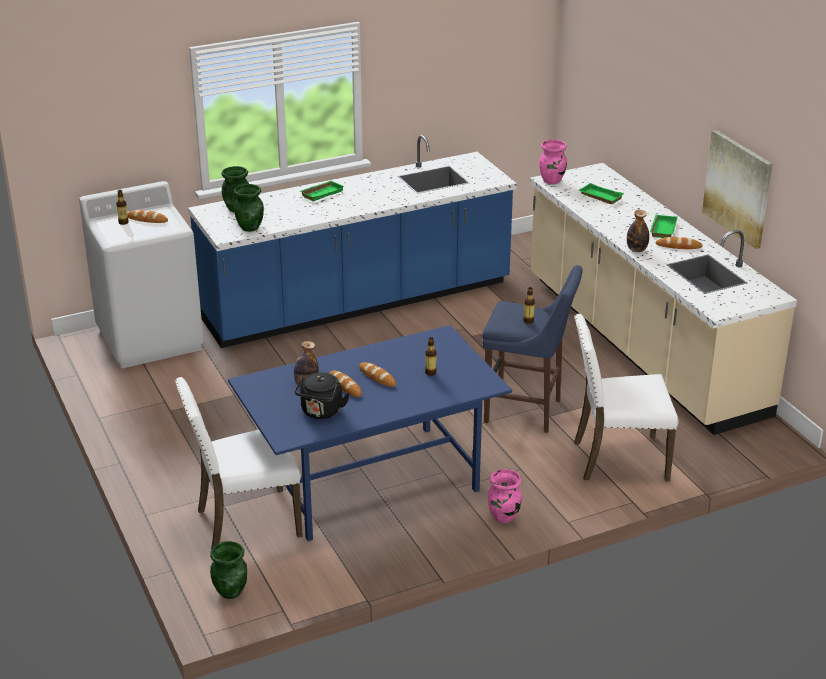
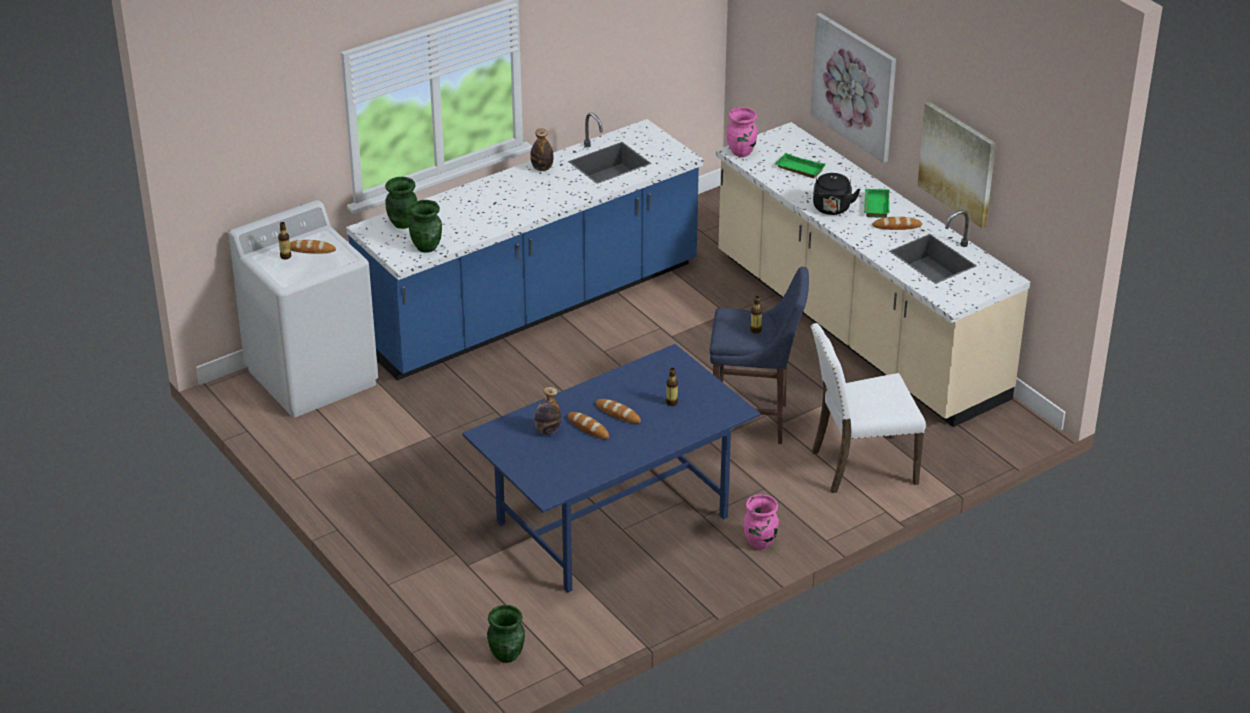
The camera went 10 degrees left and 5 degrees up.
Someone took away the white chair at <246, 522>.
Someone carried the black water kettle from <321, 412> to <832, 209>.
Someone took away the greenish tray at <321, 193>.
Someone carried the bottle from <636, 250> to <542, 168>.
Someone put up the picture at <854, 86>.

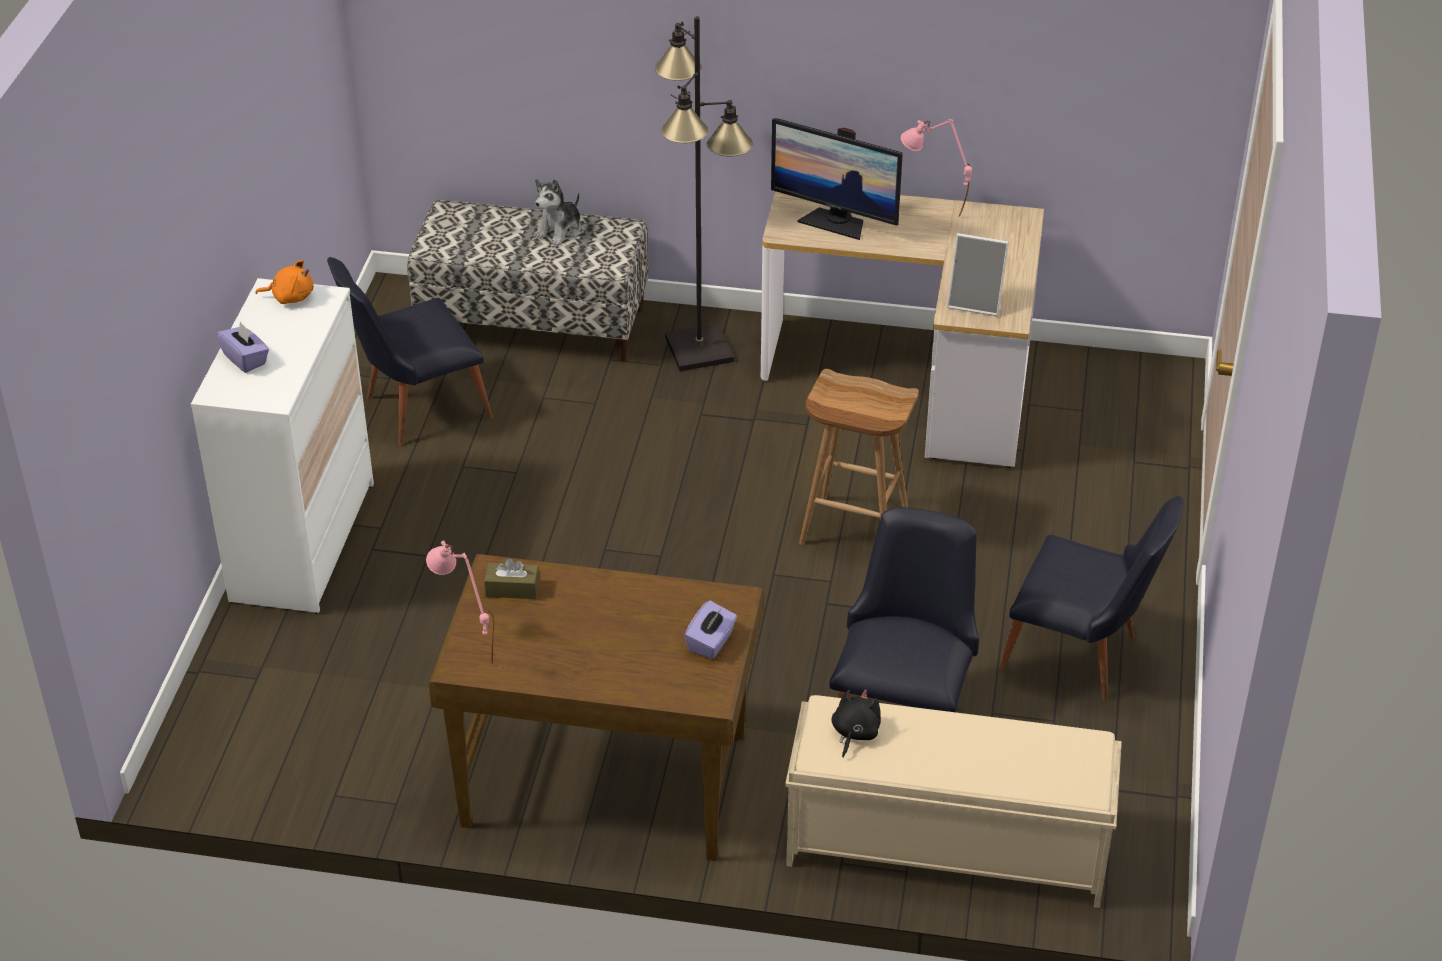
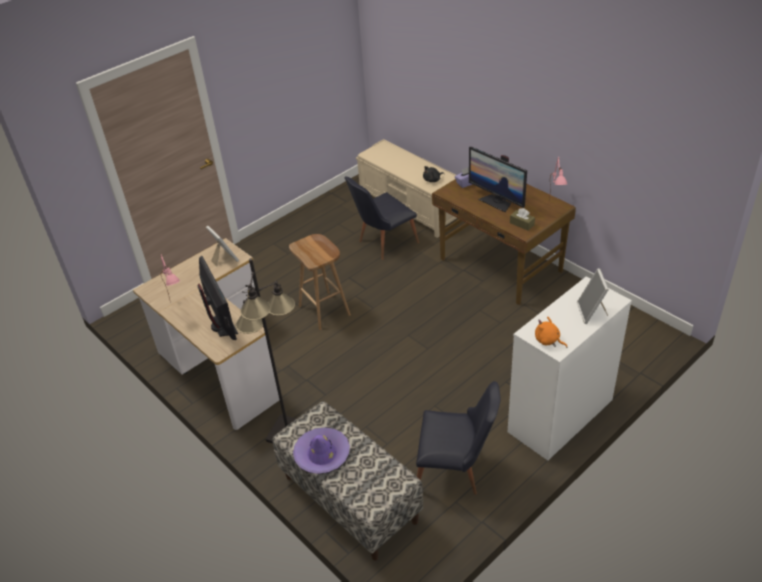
The camera went 140 degrees left and 0 degrees up.
Someone swapped the purple-coloured tissue holder at <245, 359> for the photo frame at <592, 313>.
Someone swapped the plush toy at <559, 230> for the purple-coloured hat at <322, 454>.
Someone took away the black chair at <1081, 657>.
Someone put down the monitor at <497, 202>.

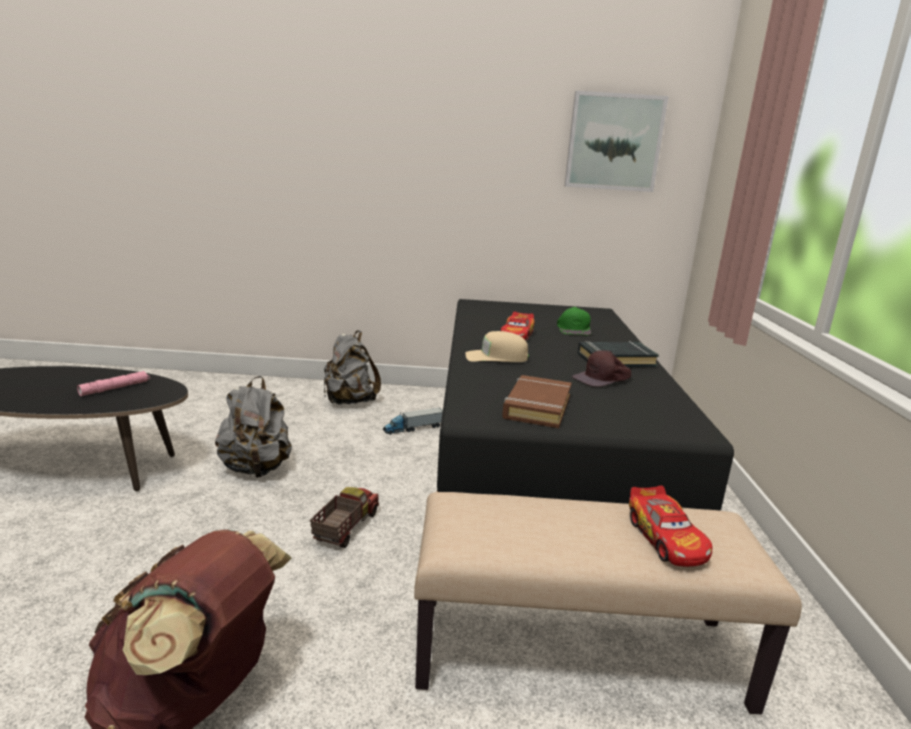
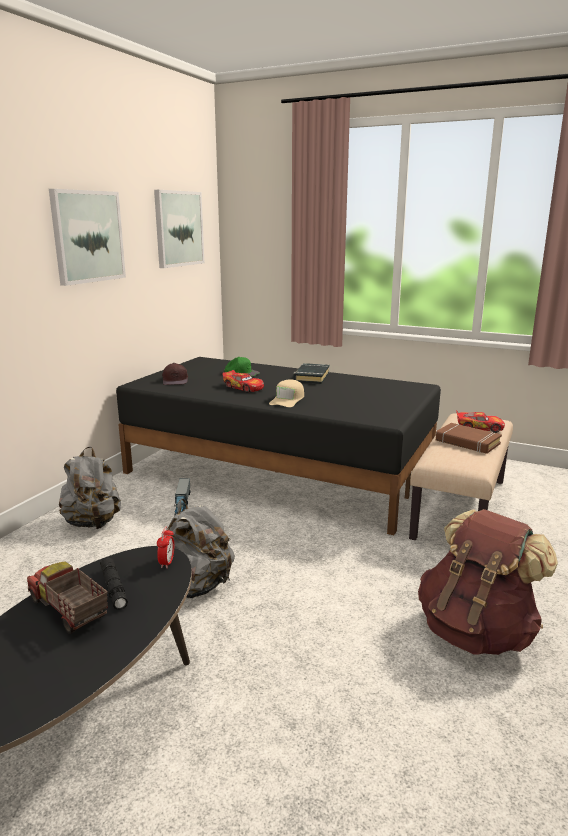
The camera went 65 degrees left and 0 degrees up.
Someone repainted the pink-coloured hand torch at <115, 388>, which became the black hand torch at <113, 588>.
Someone carried the model truck from <345, 528> to <68, 610>.
Someone carried the brown book from <537, 407> to <467, 442>.
Someone carried the brown peaked cap from <602, 379> to <176, 380>.
Someone put up the picture at <87, 236>.
Someone put down the alarm clock at <167, 562>.

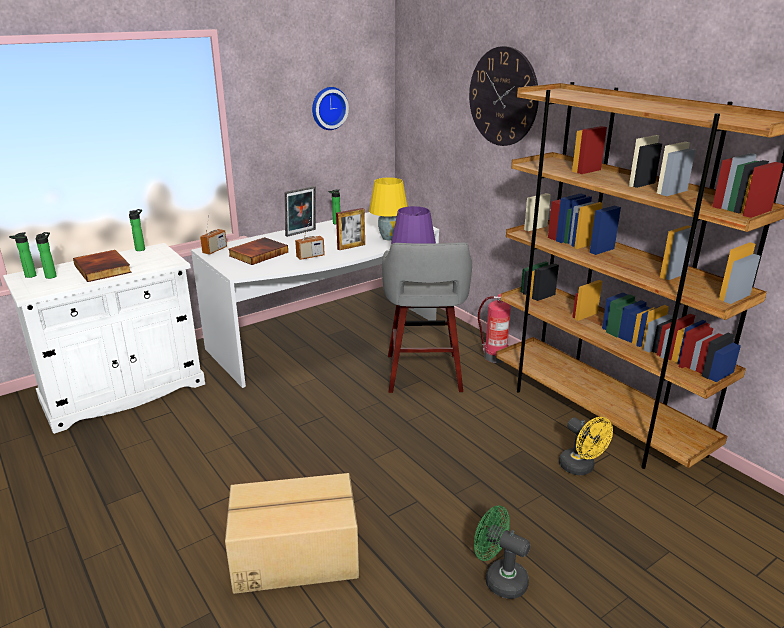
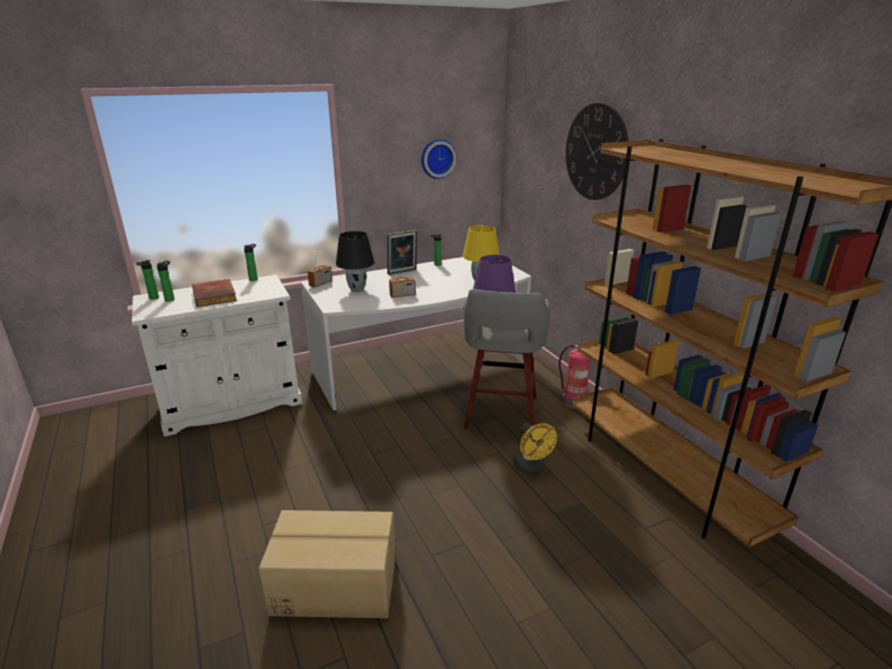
The camera went 10 degrees right and 0 degrees up.
Someone swapped the book at <258, 253> for the black lamp for a table at <357, 289>.
Someone took away the photo frame at <351, 247>.
Someone took away the greenish electric fan at <499, 579>.
Someone carried the yellow-coloured electric fan from <581, 468> to <531, 468>.

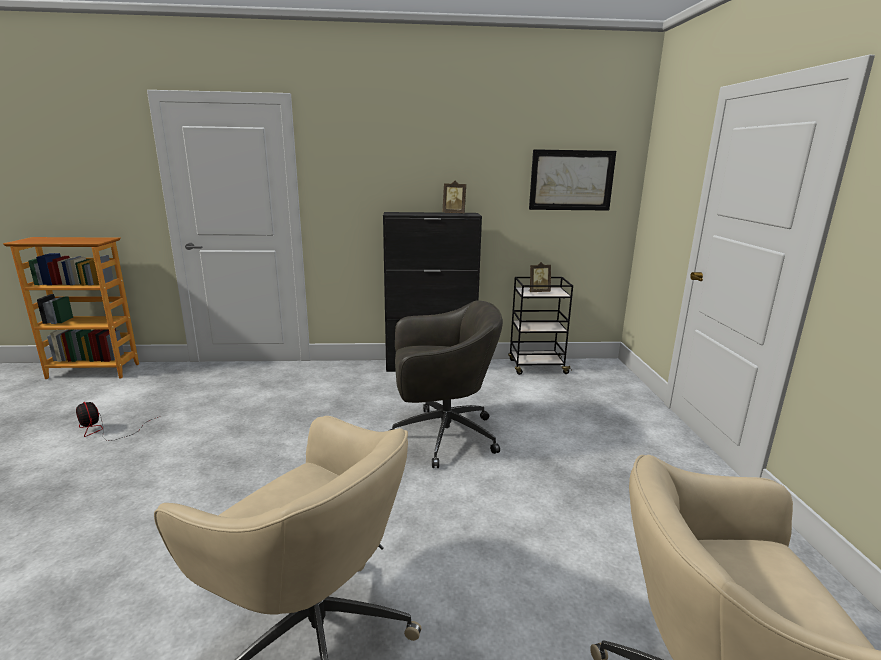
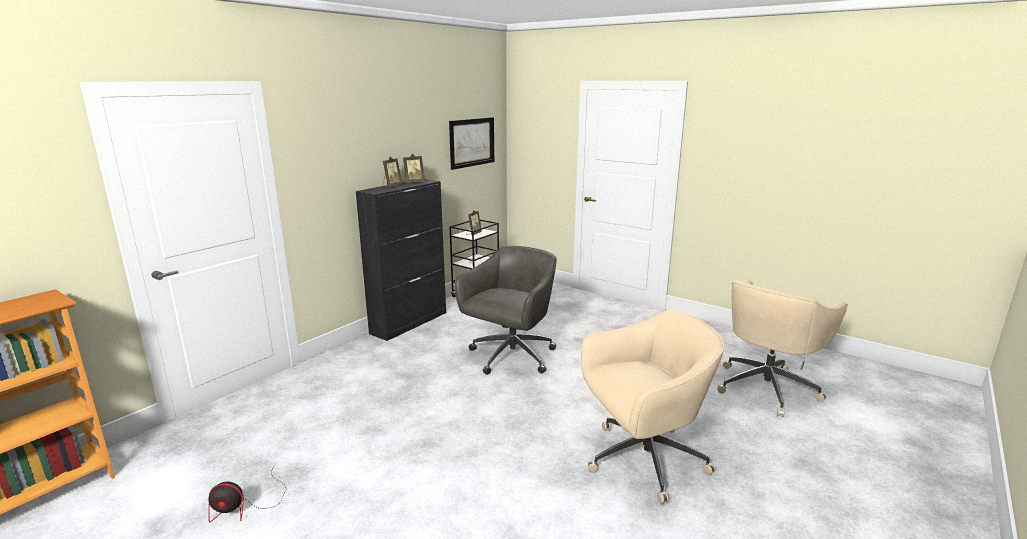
The camera went 50 degrees left and 0 degrees up.
Someone put down the photo frame at <391, 186>.

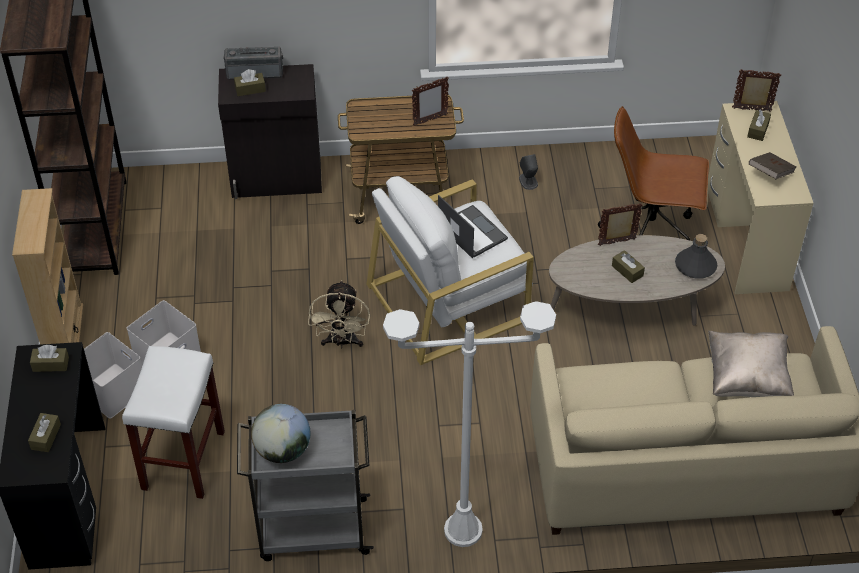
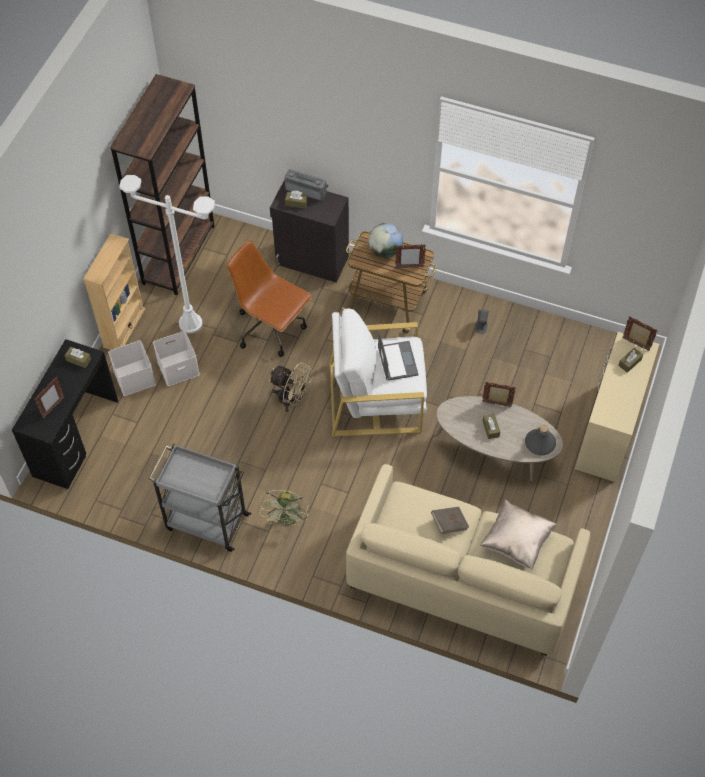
The camera went 25 degrees right and 10 degrees up.
Someone swapped the brown tissue holder at <46, 437> for the photo frame at <53, 408>.
Someone took away the white sitting stool at <183, 461>.
Someone carried the globe from <283, 450> to <385, 251>.
Someone rotated the sand-coloured electric fan at <342, 342> by 90 degrees counterclockwise.
Someone carried the white standing lamp from <463, 530> to <190, 323>.
Someone carried the brown computer chair from <650, 231> to <271, 329>.
Someone carried the brown book from <770, 173> to <449, 523>.
Someone put down the greenish electric fan at <287, 520>.

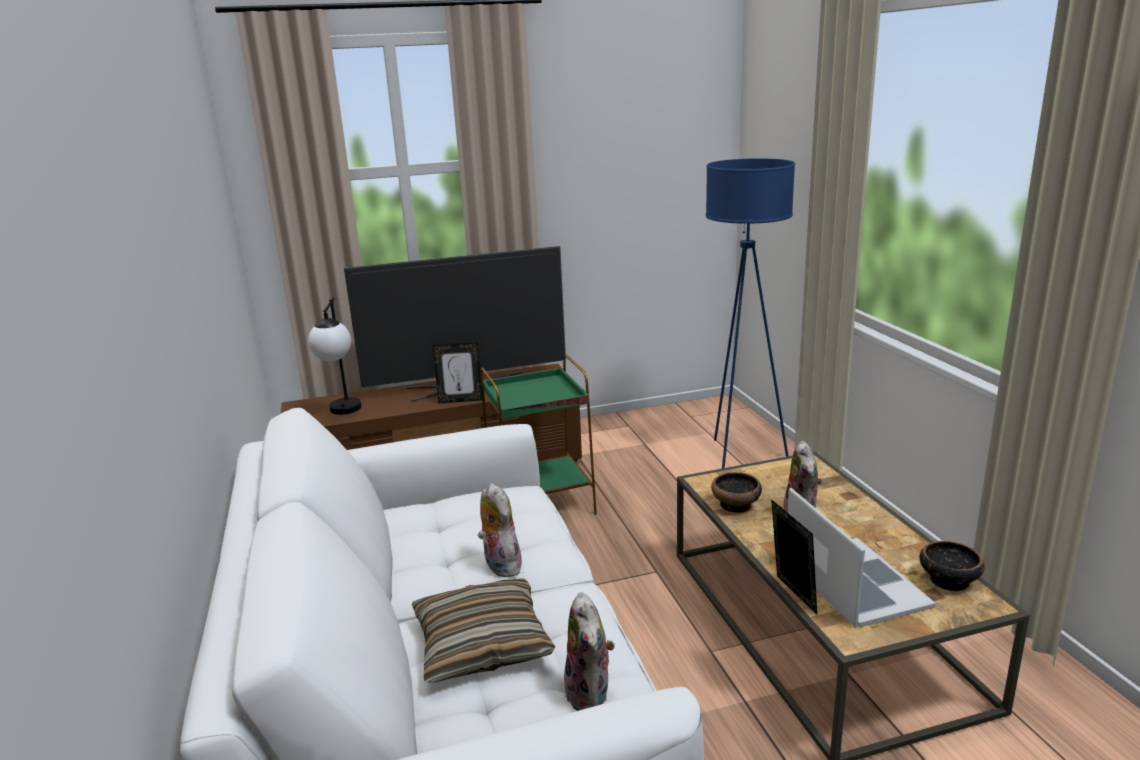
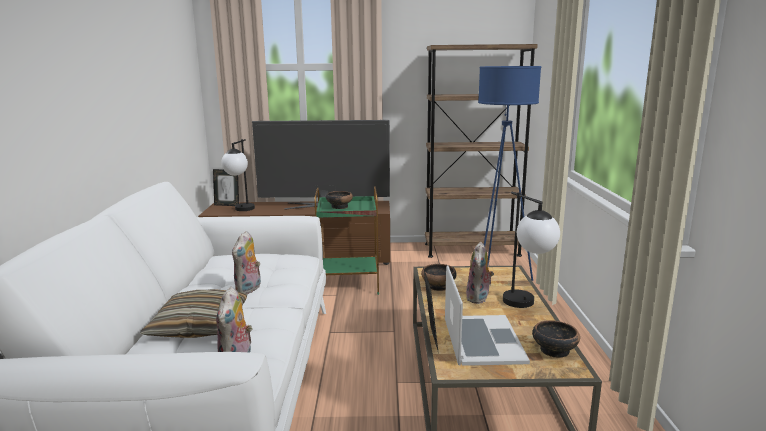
The camera went 15 degrees right and 5 degrees down.
Someone carried the photo frame from <460, 400> to <227, 205>.
Someone rotated the plush toy at <499, 565> by 150 degrees counterclockwise.
Someone put down the serving bowl at <339, 206>.
Someone put down the brown shelving unit at <471, 249>.
Someone put down the lamp for a table at <526, 306>.

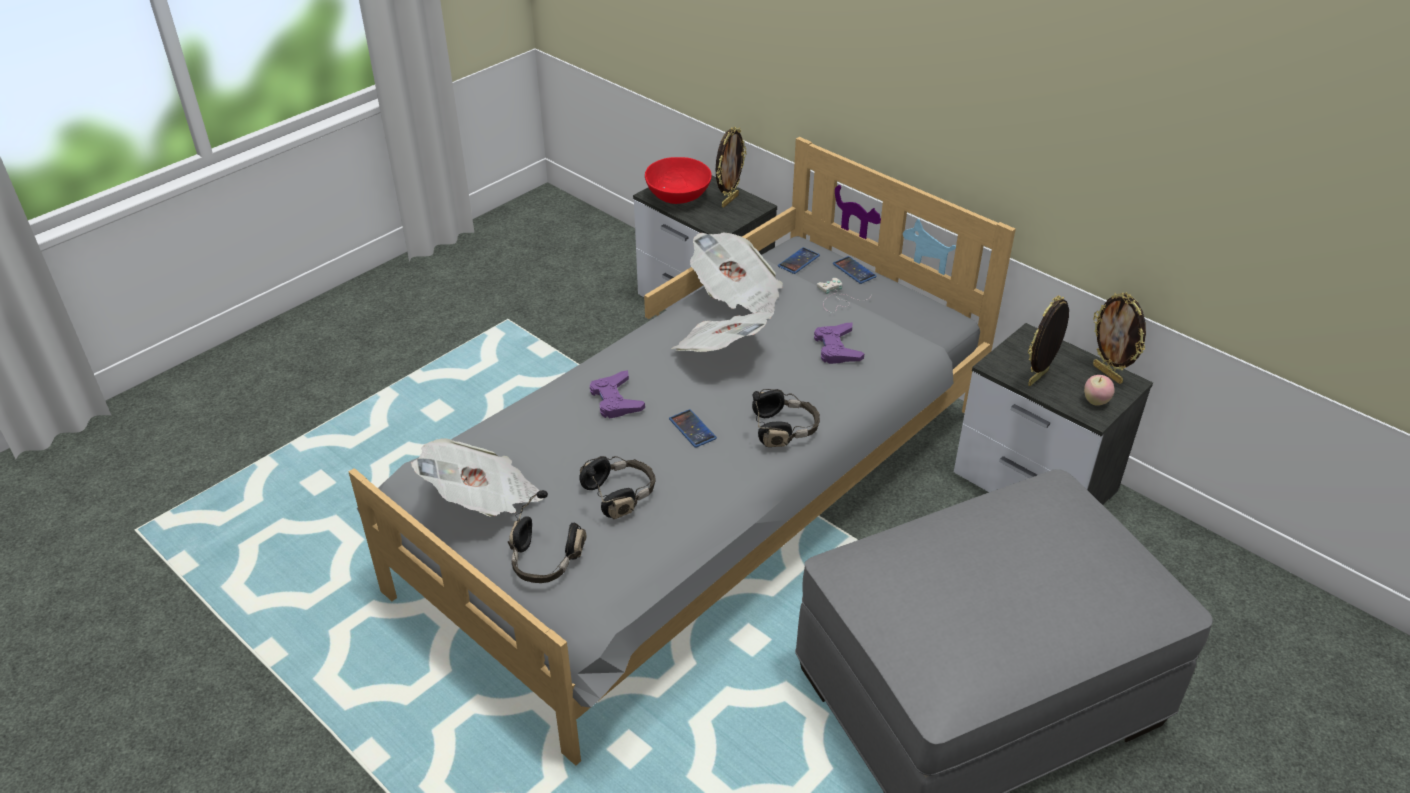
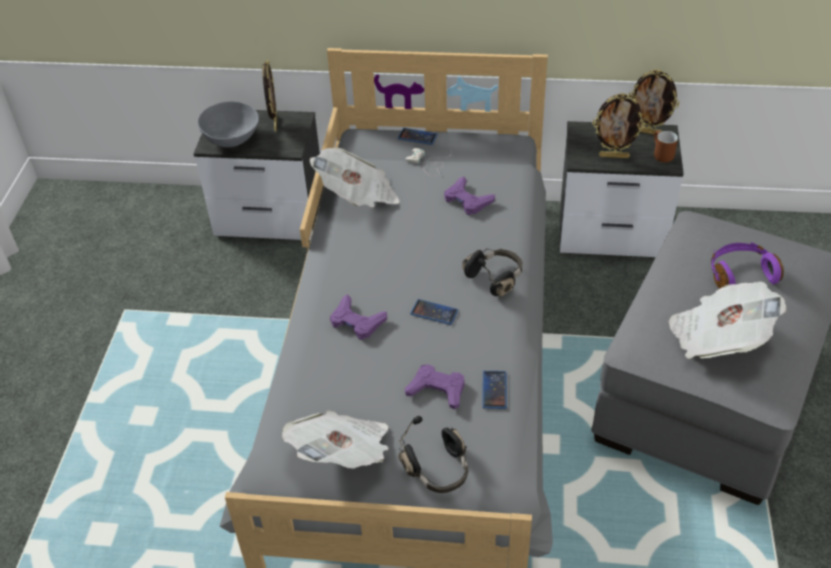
The camera went 35 degrees left and 5 degrees up.
Someone swapped the black headphones at <620, 495> for the purple-coloured joypad at <437, 390>.
Someone repainted the red-coloured serving bowl at <679, 196>, which became the greyish serving bowl at <232, 138>.
Someone carried the printed paper from <721, 352> to <718, 337>.
Someone carried the handset from <798, 261> to <494, 390>.
Someone rotated the photo frame at <1039, 378> by 90 degrees counterclockwise.
Someone swapped the whole apple at <1095, 401> for the brown tea mug at <660, 154>.
Someone put down the purple-coloured headphones at <740, 274>.

